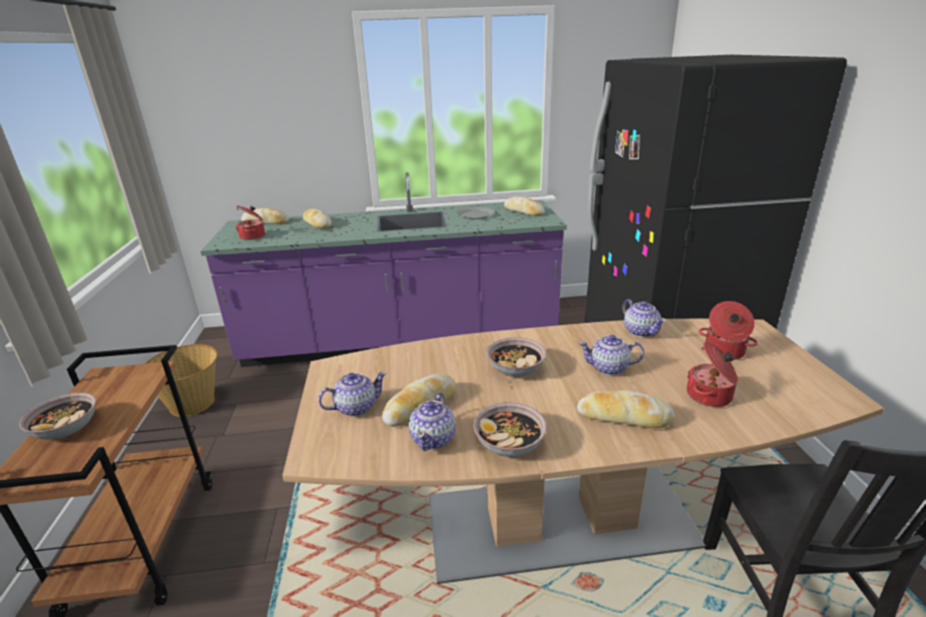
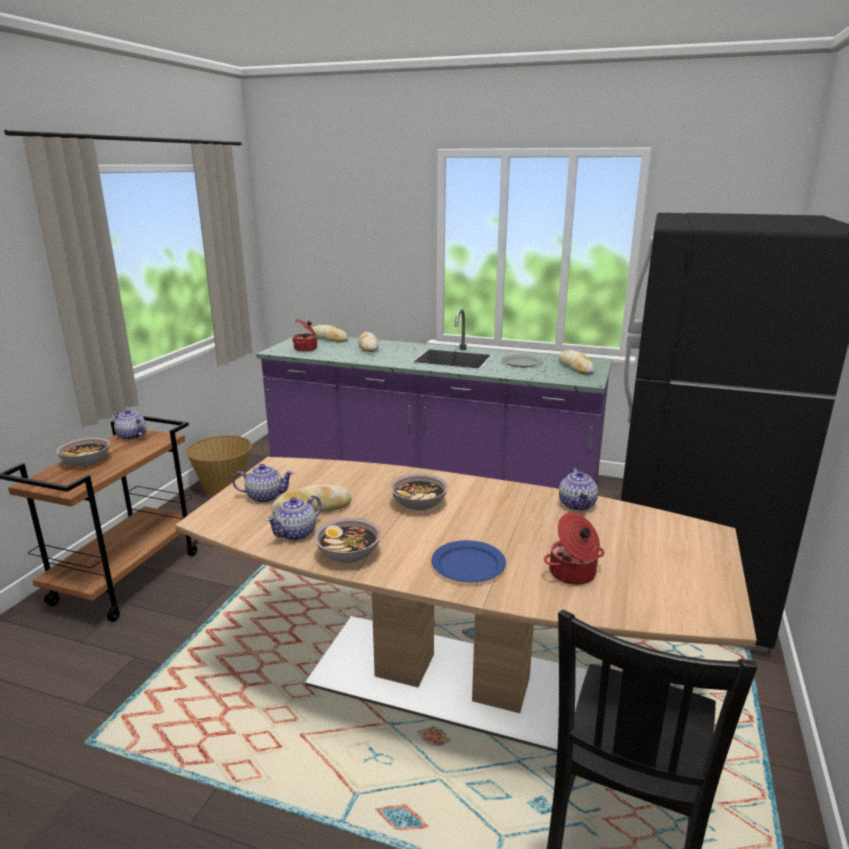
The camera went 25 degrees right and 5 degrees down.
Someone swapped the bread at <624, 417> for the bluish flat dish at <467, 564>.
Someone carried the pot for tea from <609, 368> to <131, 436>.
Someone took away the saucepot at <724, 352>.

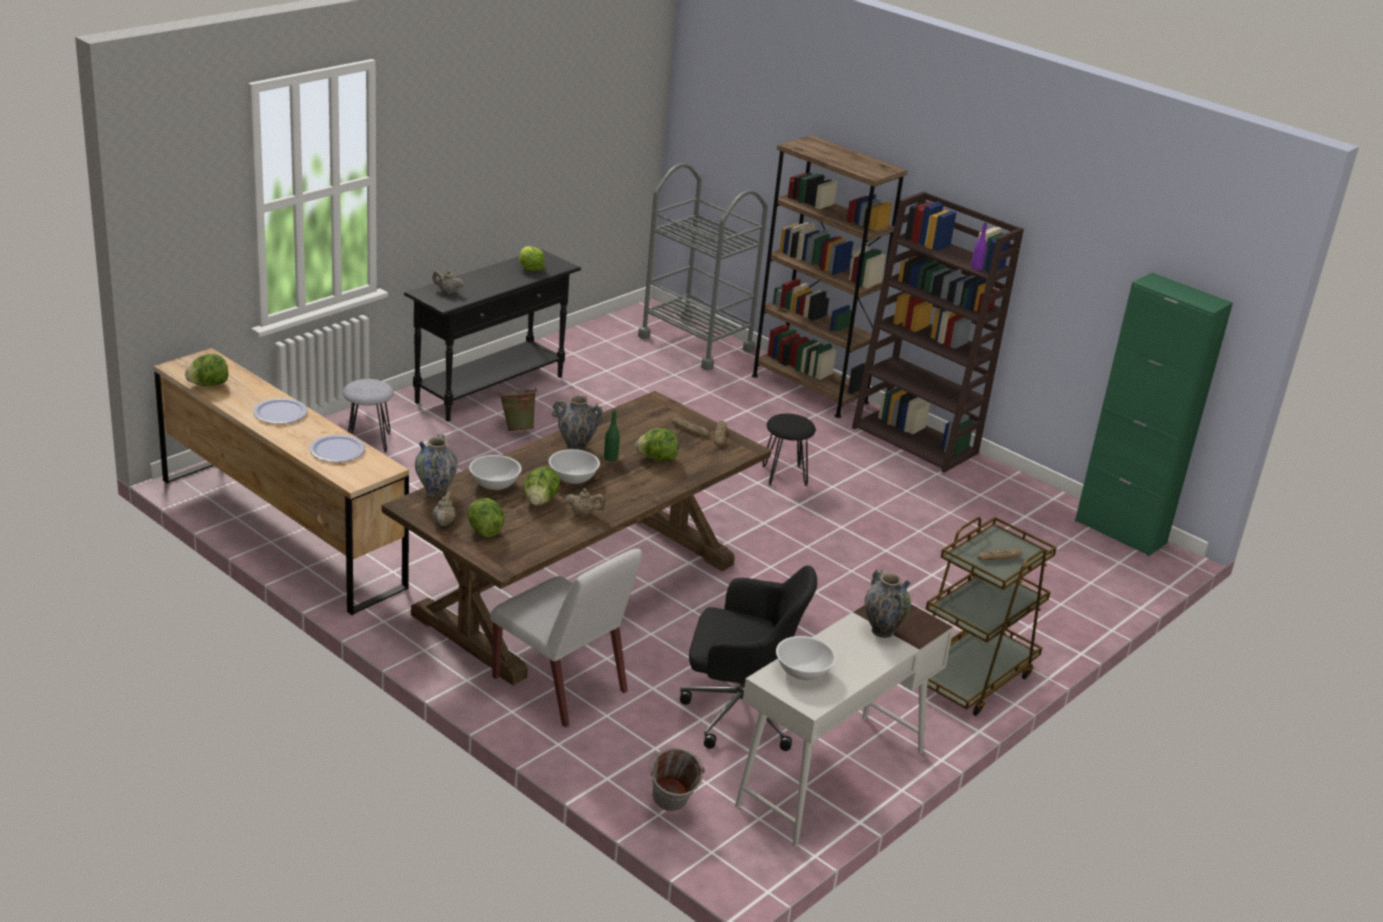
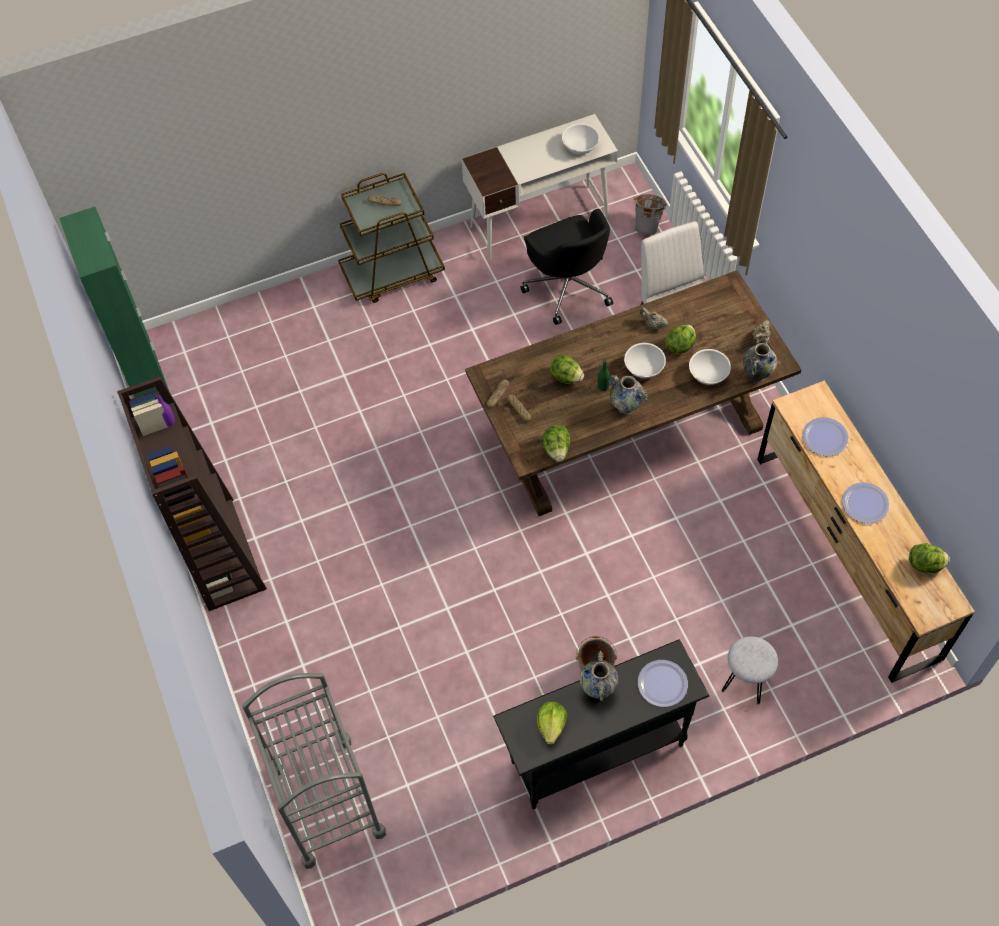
The camera went 150 degrees left and 30 degrees up.
Someone swapped the sand-coloured pot for tea at <447, 292> for the flat dish at <662, 684>.
Someone carried the lettuce head from <484, 531> to <556, 449>.
Someone rotated the black computer chair at <738, 710> by 150 degrees counterclockwise.
Someone took away the brown shelving unit at <809, 389>.
Someone took away the black sitting stool at <785, 475>.
Someone carried the vase from <882, 631> to <598, 689>.

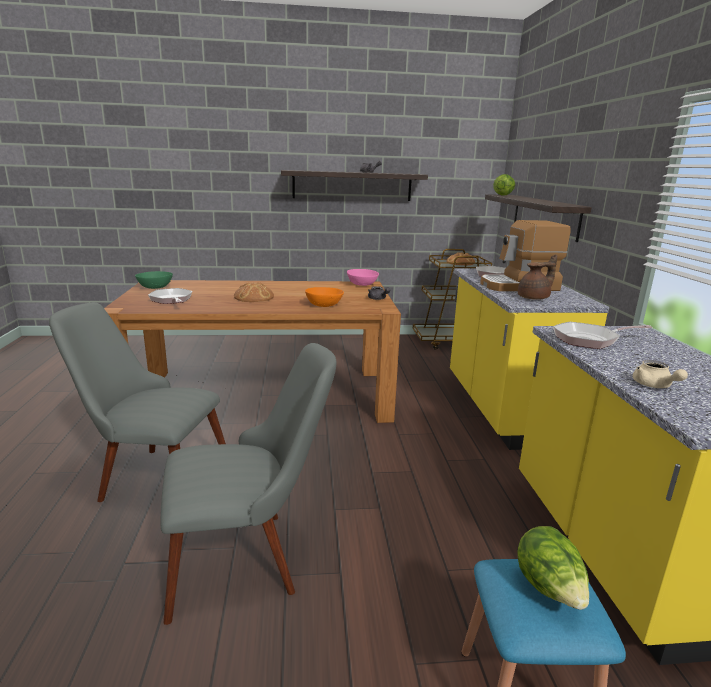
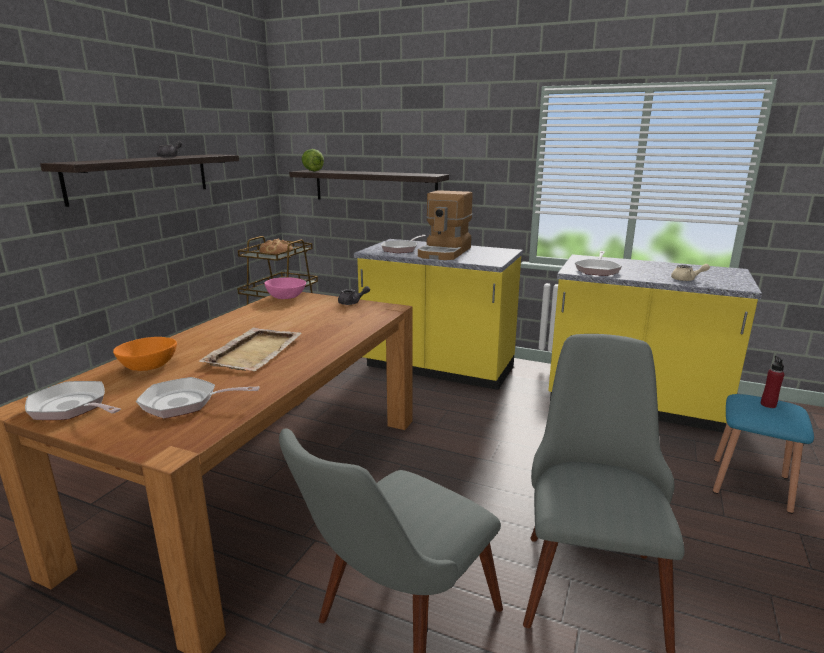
The camera went 60 degrees left and 0 degrees up.
Someone swapped the greenish serving bowl at <155, 287> for the pan at <72, 408>.
Someone swapped the bread at <254, 297> for the sand-coloured tray at <255, 351>.
Someone carried the orange serving bowl from <324, 305> to <148, 366>.
Someone swapped the lettuce head at <549, 589> for the red-coloured bottle at <768, 404>.
Someone took away the brown pot for tea at <534, 298>.

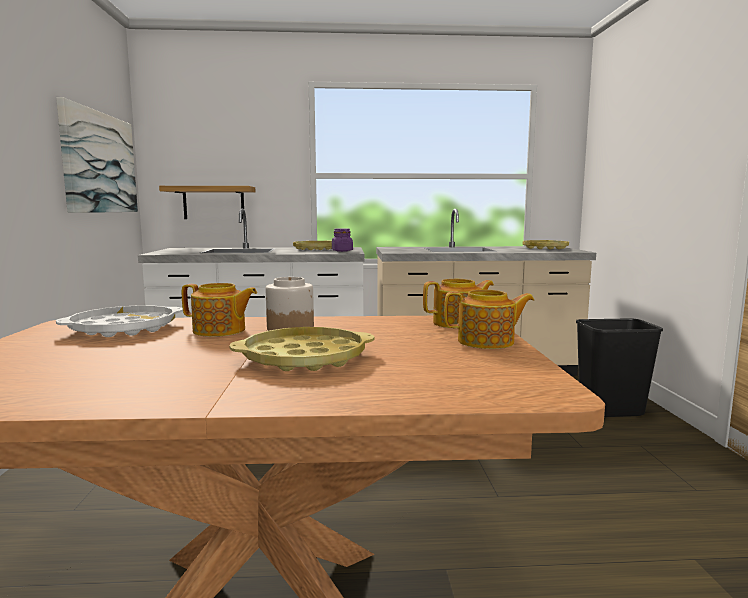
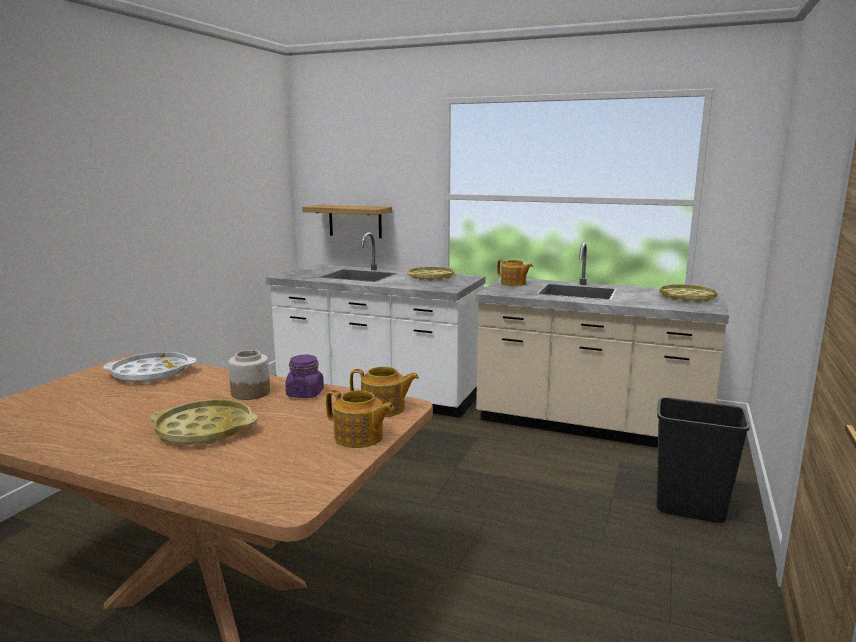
The camera went 25 degrees right and 5 degrees up.
Someone took away the picture at <99, 163>.
Someone carried the pot for tea from <220, 331> to <513, 283>.
Someone carried the purple-coloured preserve jar from <342, 251> to <305, 393>.

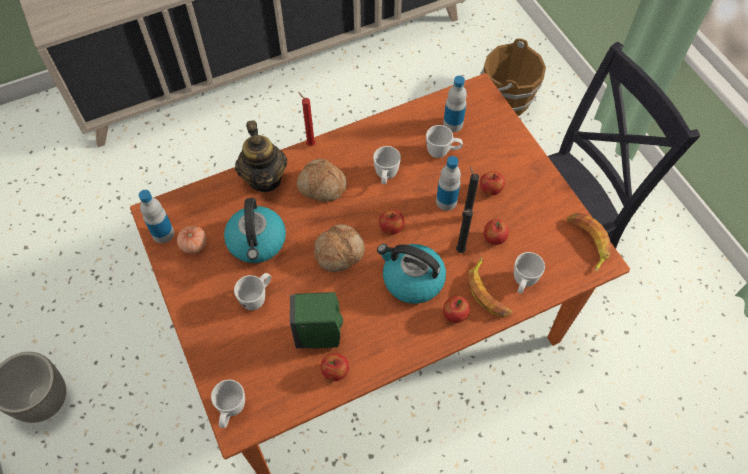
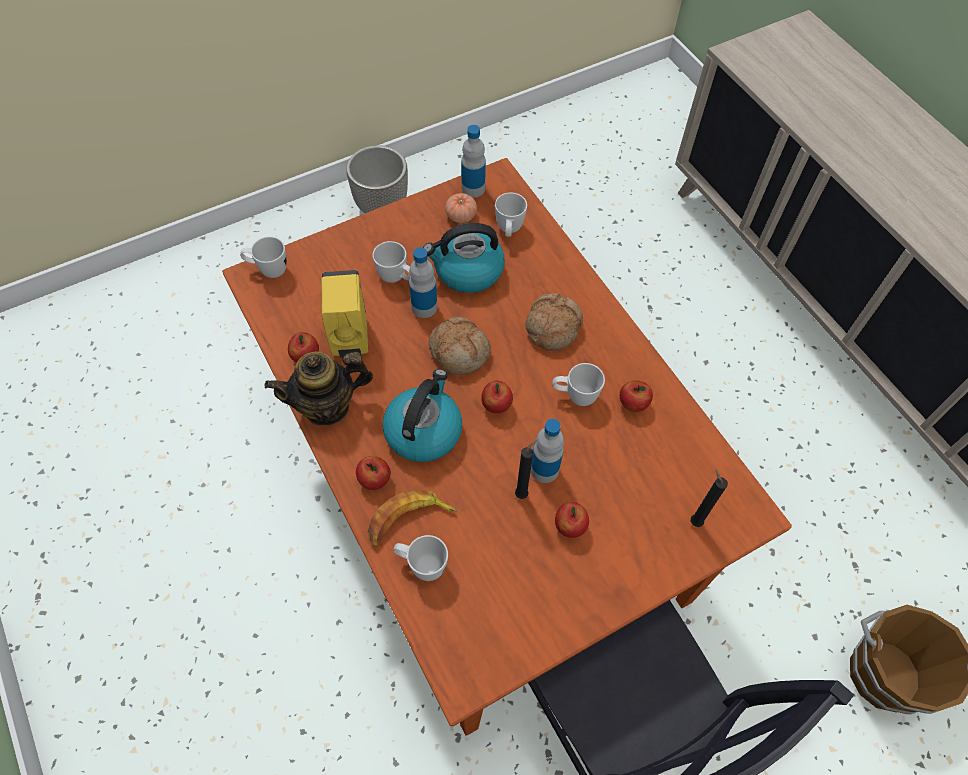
The camera went 85 degrees right and 0 degrees up.
Someone carried the pot for tea from <265, 178> to <327, 406>.
Someone repainted the greenish liquid soap bottle at <320, 335>, which became the yellow-coloured liquid soap bottle at <350, 340>.
Someone took away the red-coloured wax candle at <309, 144>.
Someone carried the white tea mug from <442, 152> to <509, 231>.
Someone carried the bottle from <453, 124> to <424, 307>.
Someone carried the black wax candle from <459, 251> to <694, 520>.
Someone carried the whole apple from <494, 238> to <633, 404>.
Someone took away the banana fruit at <587, 242>.

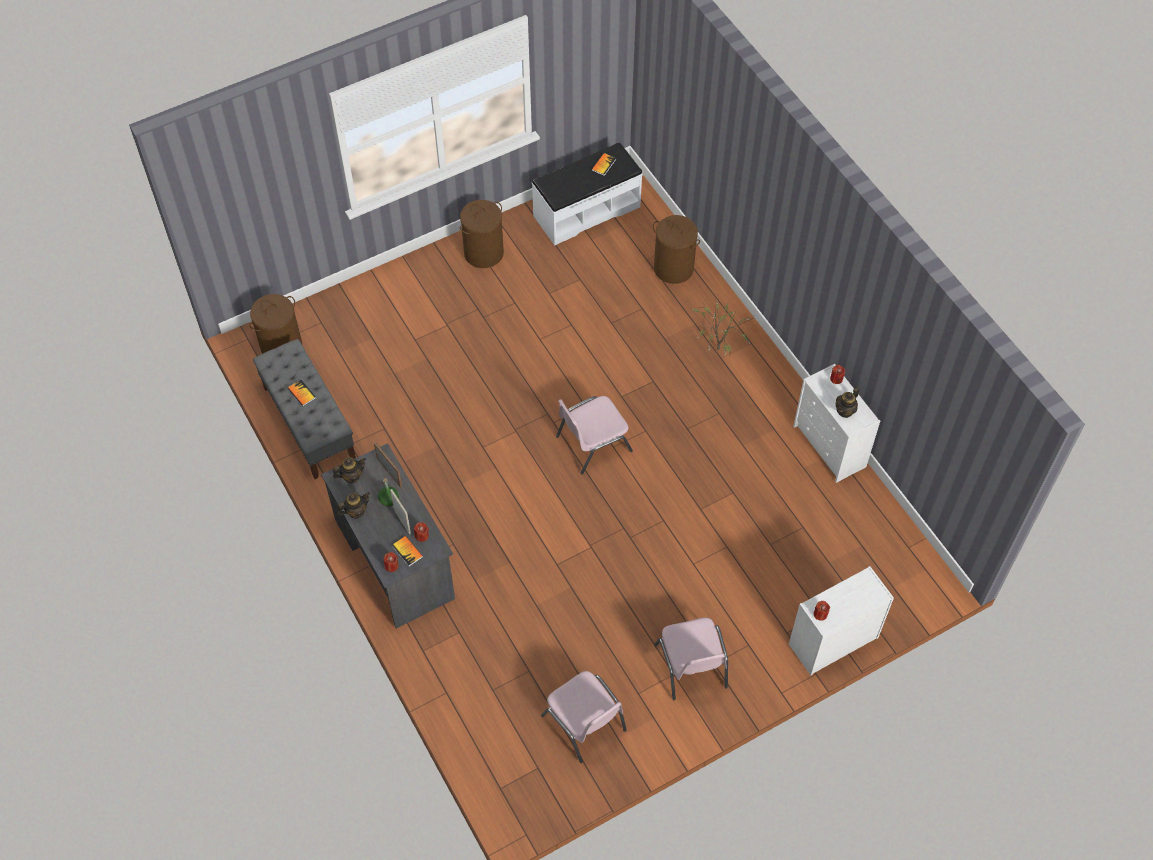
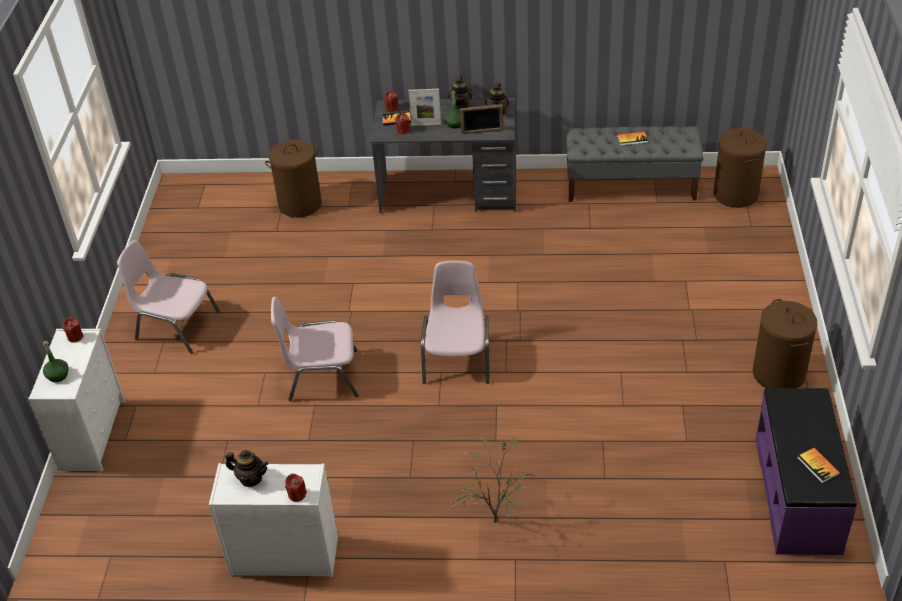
The camera went 125 degrees right and 15 degrees down.
Someone repainted the white long seat at <586, 211>, which became the purple-coloured long seat at <798, 494>.
Someone carried the pink-coloured chair from <585, 723> to <321, 376>.
Someone carried the brown washing basket from <673, 268> to <300, 204>.
Someone rotated the pot for tea at <845, 411> by 120 degrees clockwise.
Someone put down the greenish bottle at <58, 375>.

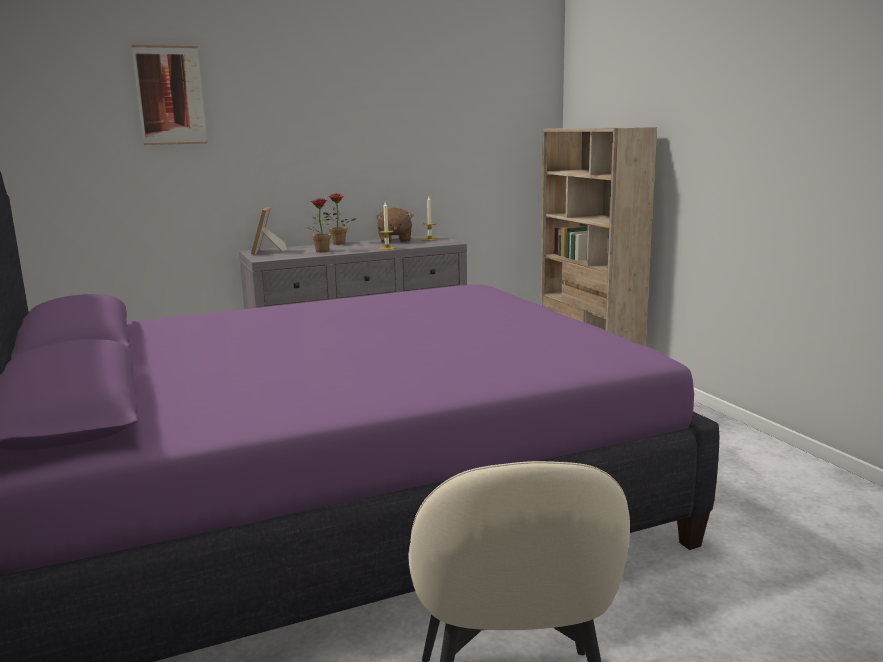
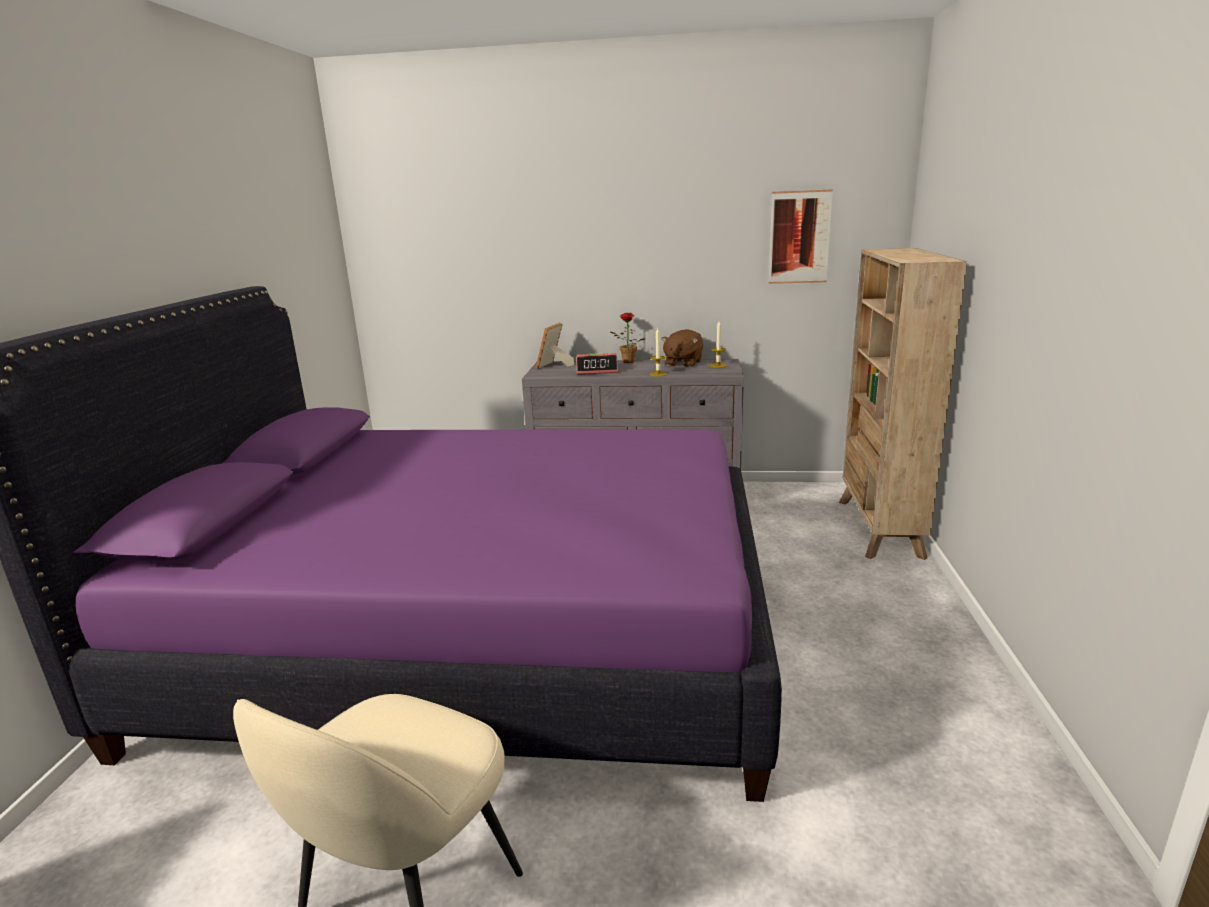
The camera went 30 degrees right and 5 degrees up.
Someone carried the picture from <170, 95> to <799, 237>.
Someone swapped the potted plant at <320, 251> for the alarm clock at <597, 370>.

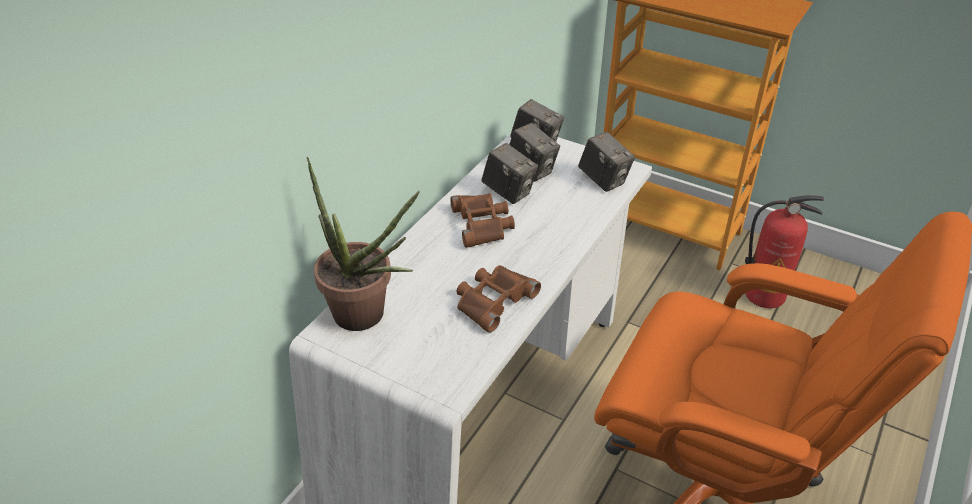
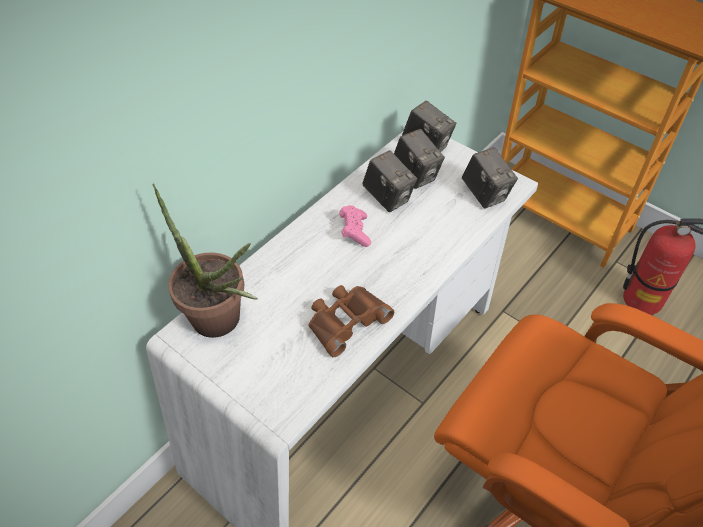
The camera went 10 degrees right and 10 degrees up.
Someone swapped the brown field glasses at <482, 224> for the pink-coloured joypad at <355, 231>.

